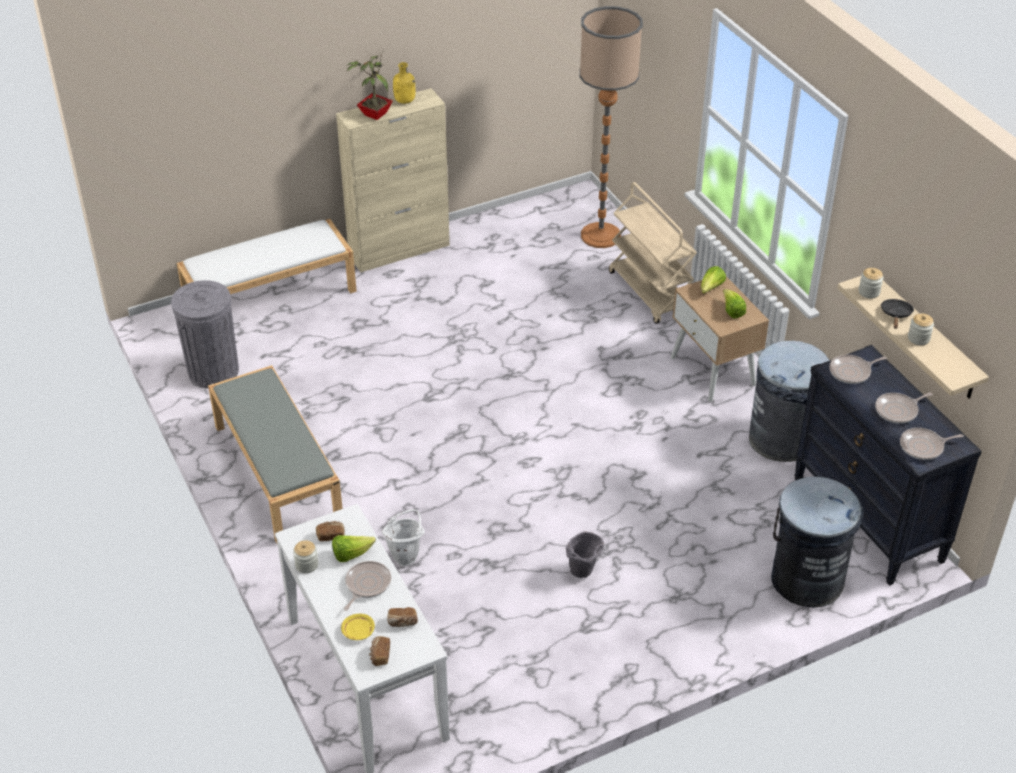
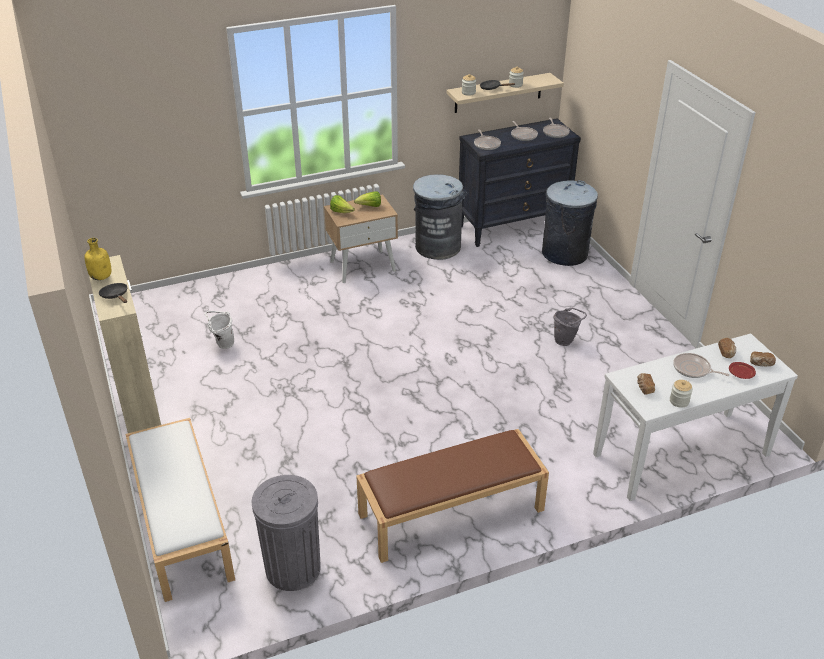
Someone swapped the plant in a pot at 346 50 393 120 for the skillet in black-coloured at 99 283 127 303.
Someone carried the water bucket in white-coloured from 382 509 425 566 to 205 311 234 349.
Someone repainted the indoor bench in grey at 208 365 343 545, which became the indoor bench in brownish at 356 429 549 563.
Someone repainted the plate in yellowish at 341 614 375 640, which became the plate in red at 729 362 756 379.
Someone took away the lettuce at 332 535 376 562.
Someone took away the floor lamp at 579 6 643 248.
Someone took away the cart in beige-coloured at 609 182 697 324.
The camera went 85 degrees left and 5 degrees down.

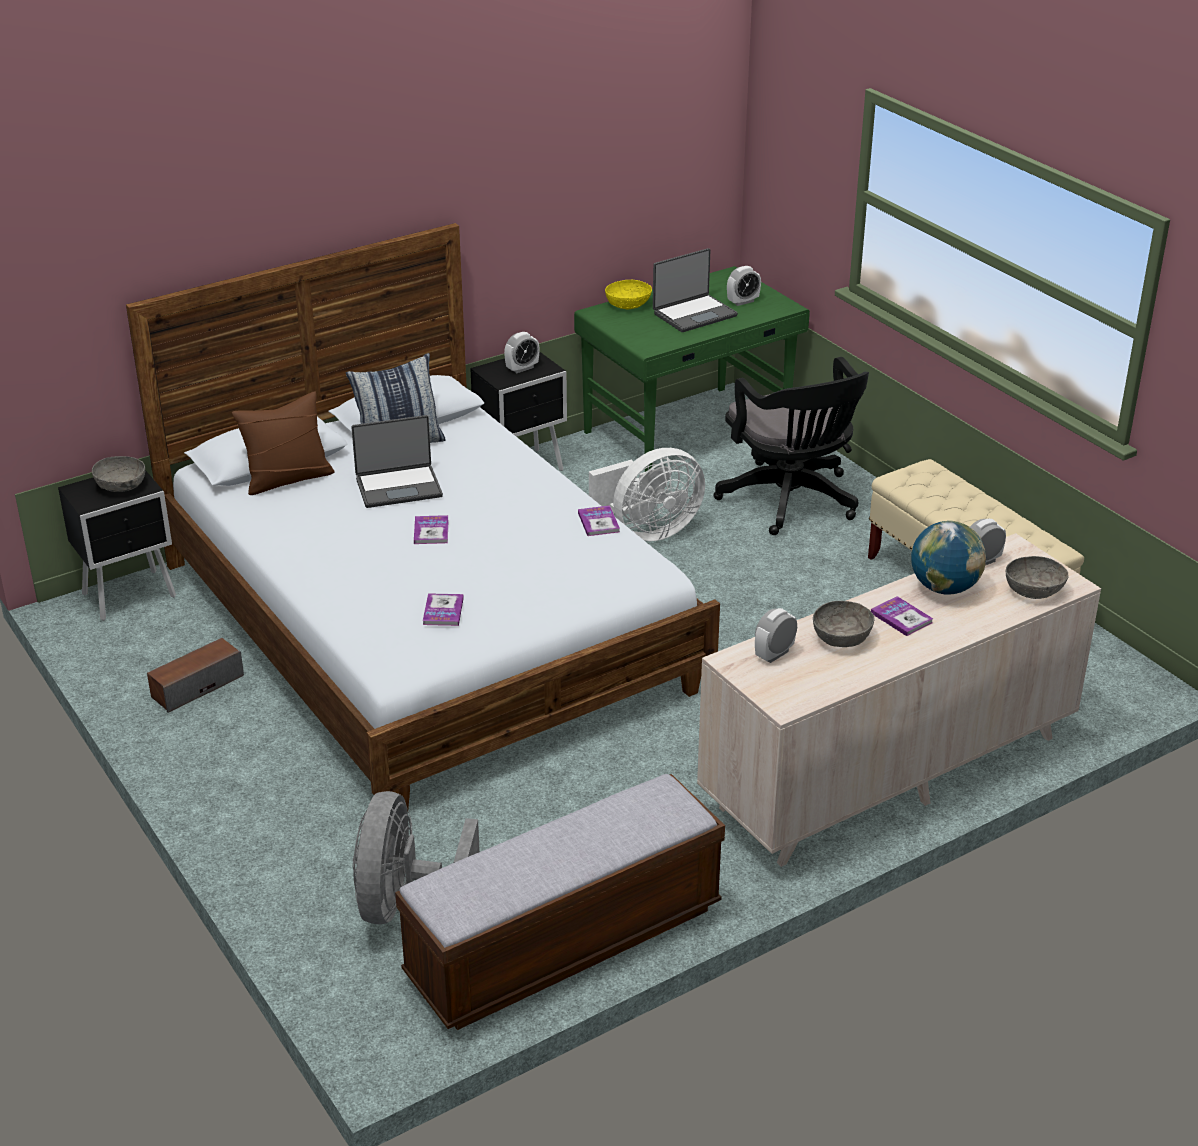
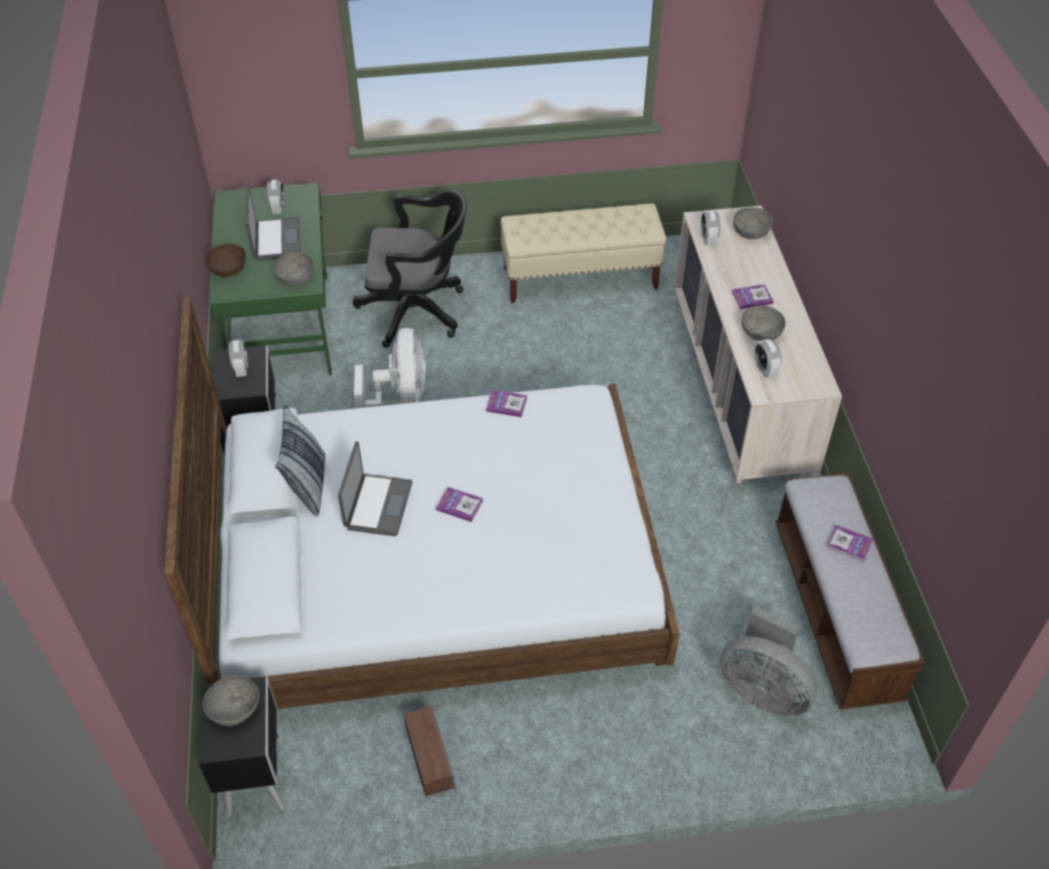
Someone repainted the serving bowl in yellowish at 605 280 652 309, which became the serving bowl in brownish at 205 244 246 277.
Someone put down the serving bowl in grey at 273 252 314 286.
Someone carried the bound book from 423 593 464 626 to 826 525 873 562.
Someone took away the pillow in brownish at 232 391 334 495.
Someone took away the desk globe at 911 521 986 595.
The camera went 65 degrees left and 15 degrees up.

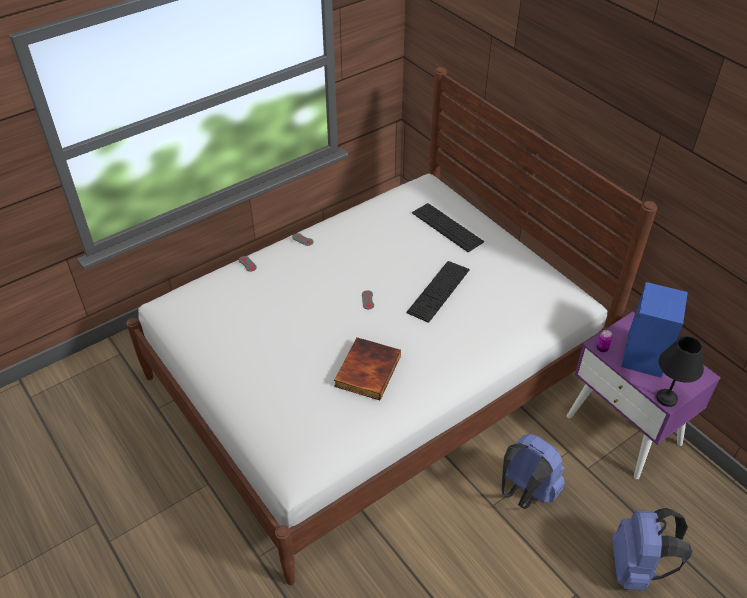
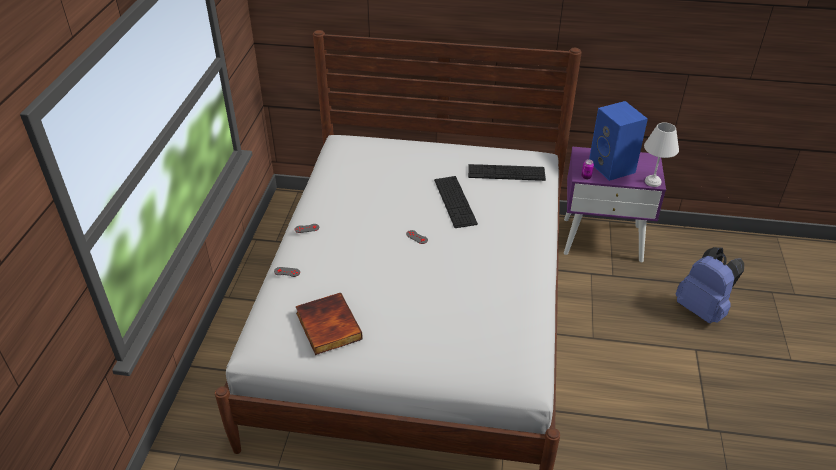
Someone carried the bound book from 334 337 401 400 to 296 292 363 355.
Someone carried the keyboard from 412 203 484 252 to 468 164 546 181.
Someone repainted the table lamp in black-coloured at 656 336 704 407, which became the table lamp in white-coloured at 644 122 679 187.
Someone took away the knapsack in blue-coloured at 502 434 565 509.
The camera went 45 degrees left and 5 degrees down.

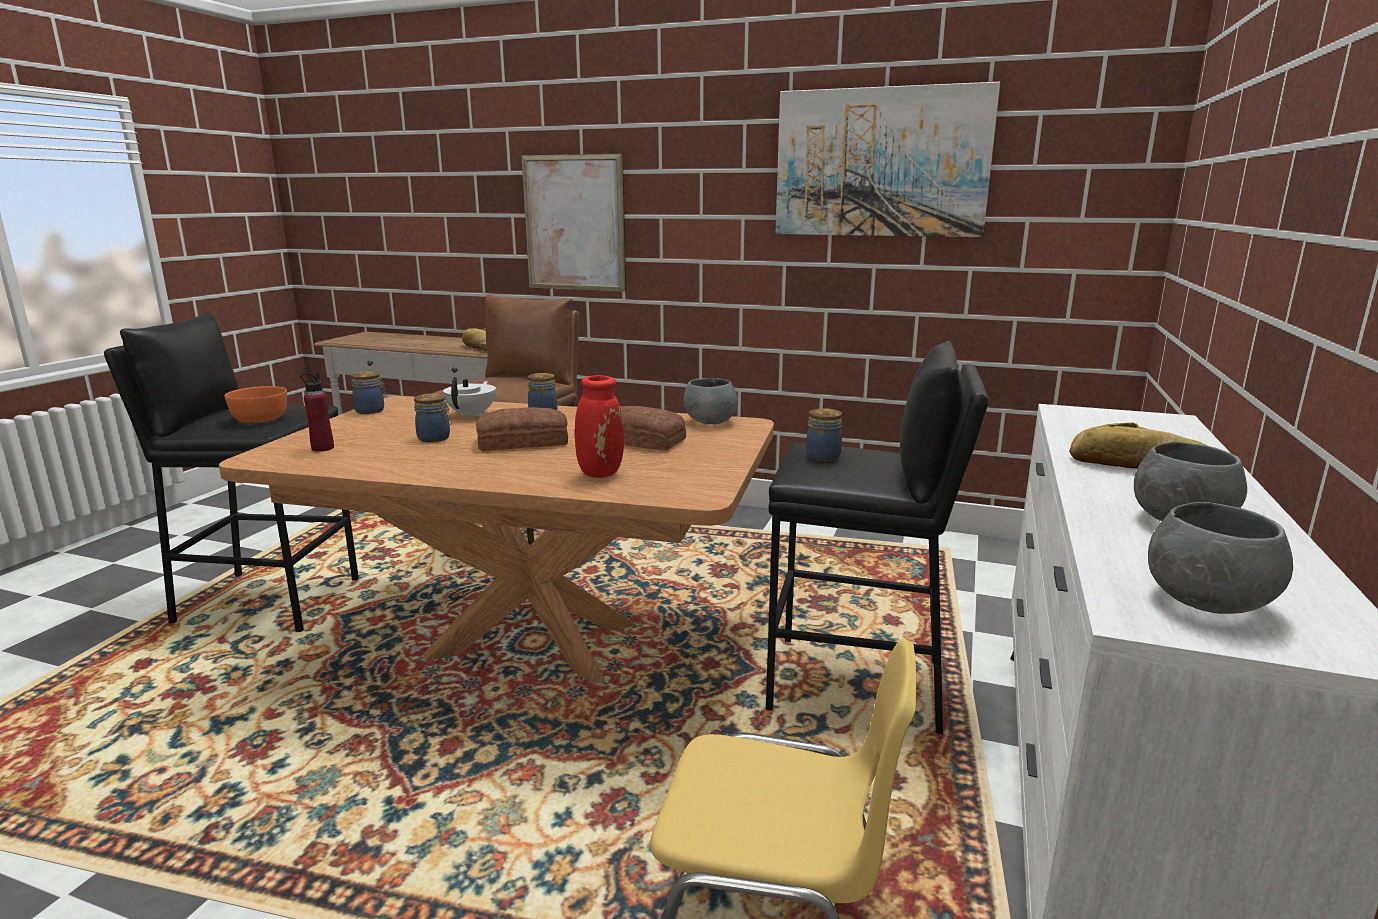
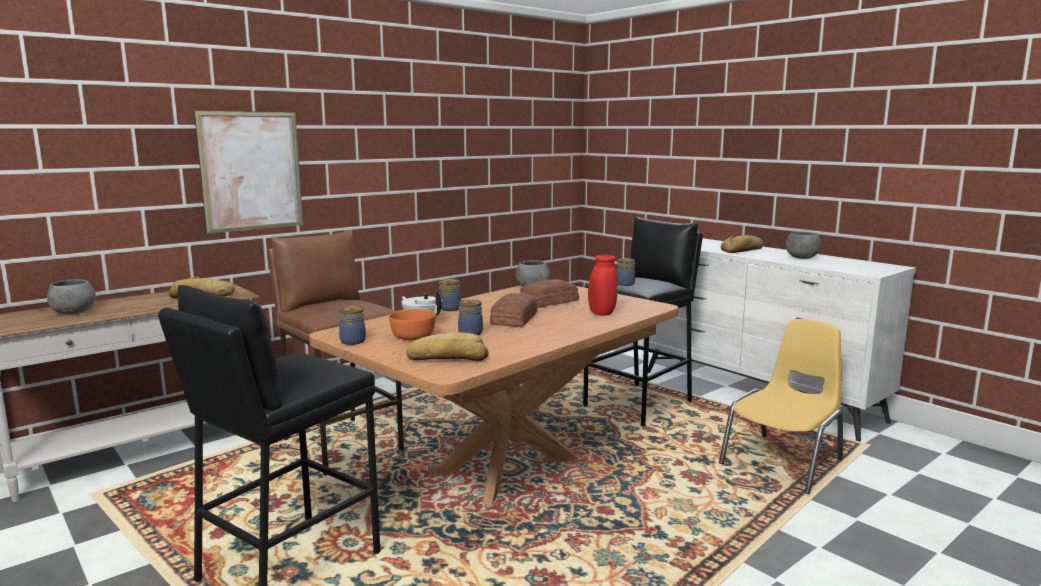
Someone carried the serving bowl in grey from 1148 502 1293 614 to 47 279 96 314.
Someone carried the serving bowl in orangey from 224 386 287 423 to 389 309 436 340.
Someone swapped the drink bottle in red at 300 372 334 452 for the baked bread at 406 332 489 361.
Someone took away the wall art at 776 82 1000 237.
The camera went 60 degrees left and 5 degrees down.

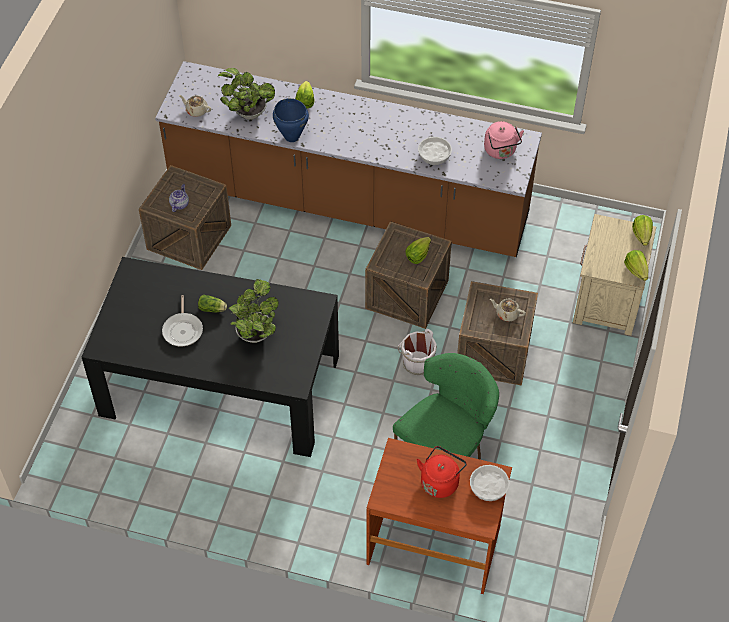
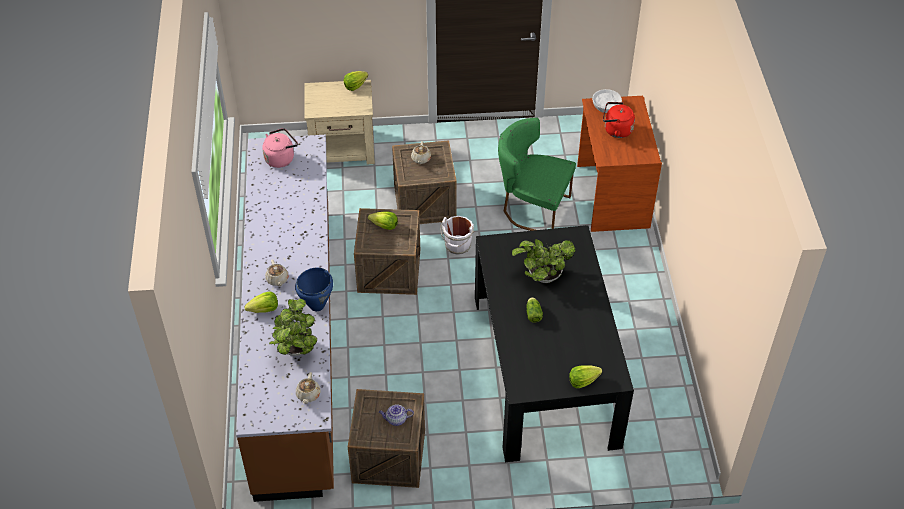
Someone put down the pot for tea in beige-coloured at 265 260 289 286.
Someone carried the lettuce from 632 215 653 246 to 569 365 602 388.
Someone took away the skillet at 162 295 203 346.
Someone took away the serving bowl in white-coloured at 418 137 452 165.
The camera went 110 degrees left and 5 degrees down.

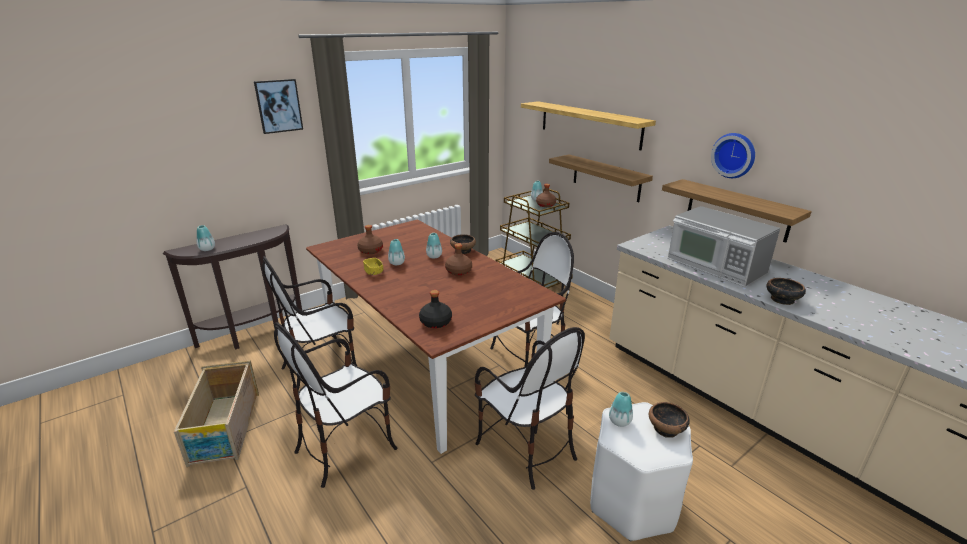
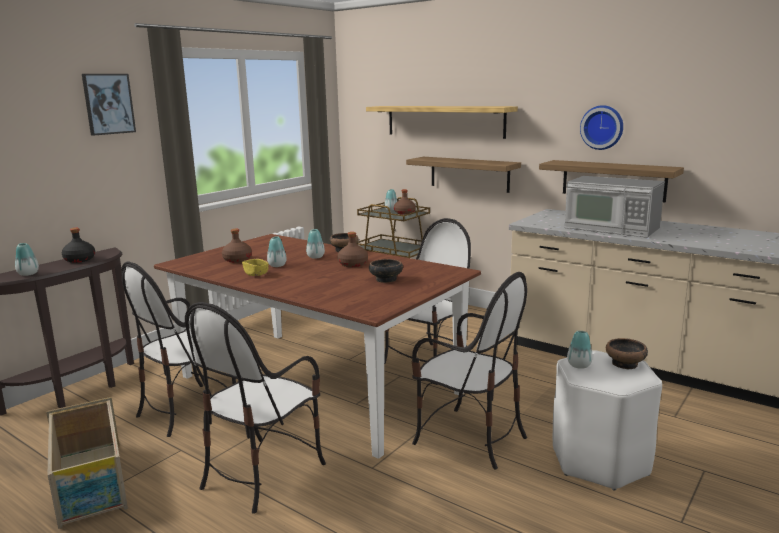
Someone carried the drink bottle in black-coloured from 419 290 452 328 to 62 228 95 263.
Someone carried the serving bowl from 767 278 806 305 to 369 259 403 283.
The camera went 15 degrees left and 10 degrees down.

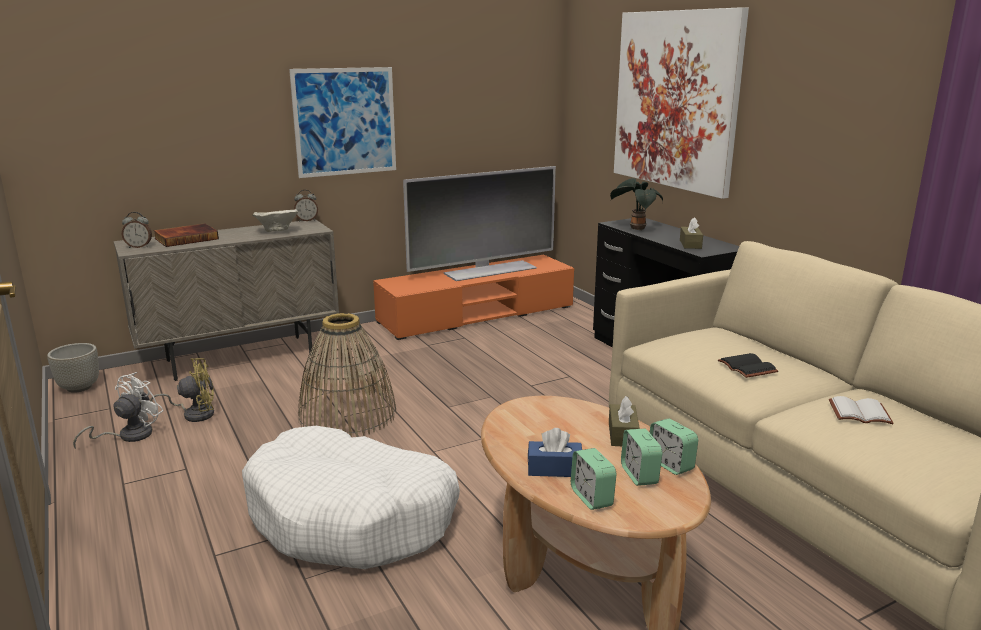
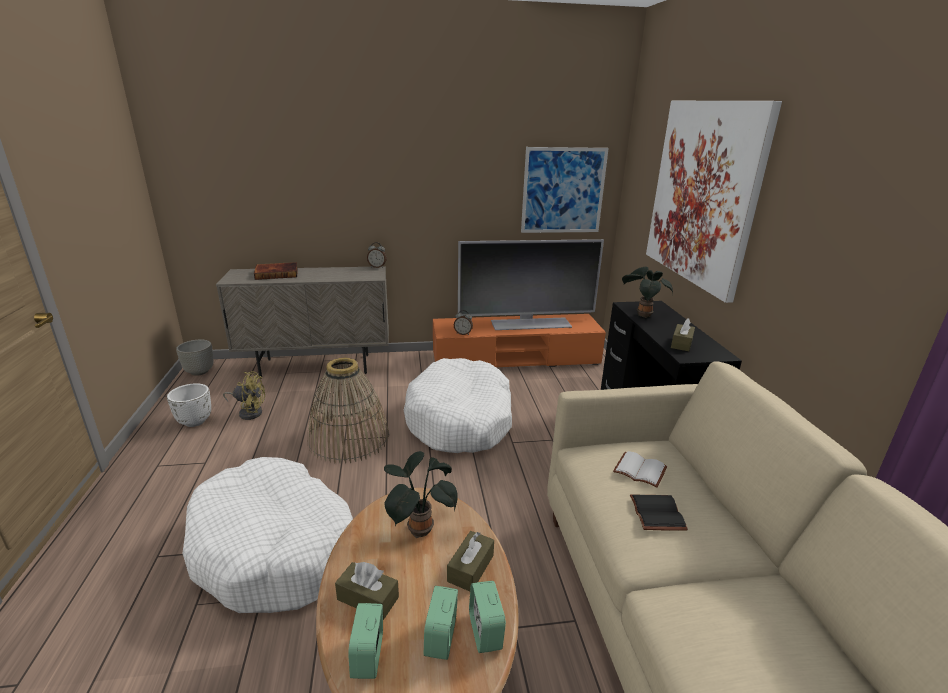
Someone swapped the fan in white-coloured at 73 372 164 449 for the plant pot in white-coloured at 167 383 211 427.
Someone repainted the tissue holder in blue-coloured at 528 428 582 477, which became the tissue holder in brownish at 335 562 399 620.
Someone put down the plant in a pot at 384 451 458 538.
Someone put down the dog bed in white-coloured at 404 358 512 453.
Someone carried the alarm clock from 122 212 152 248 to 454 310 473 335.
Someone carried the wall art from 289 67 396 178 to 521 147 609 233.
Someone carried the bound book in white-coloured from 829 396 894 424 to 613 451 667 488.
Someone took away the serving bowl in beige-coloured at 252 209 298 232.
The camera went 20 degrees right and 5 degrees up.

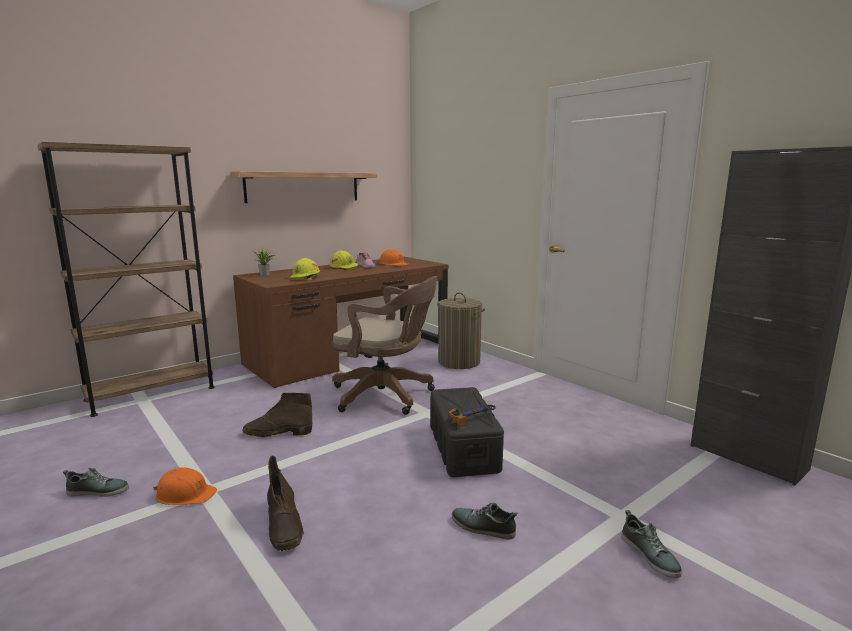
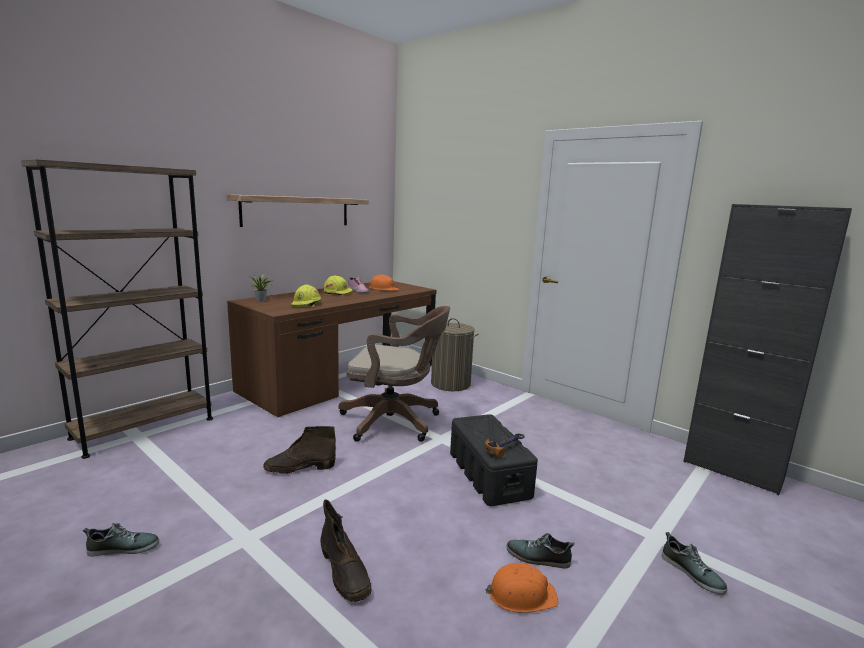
Someone carried the work helmet in orangey from 153 467 217 505 to 486 563 559 613.
The camera went 10 degrees left and 0 degrees up.

